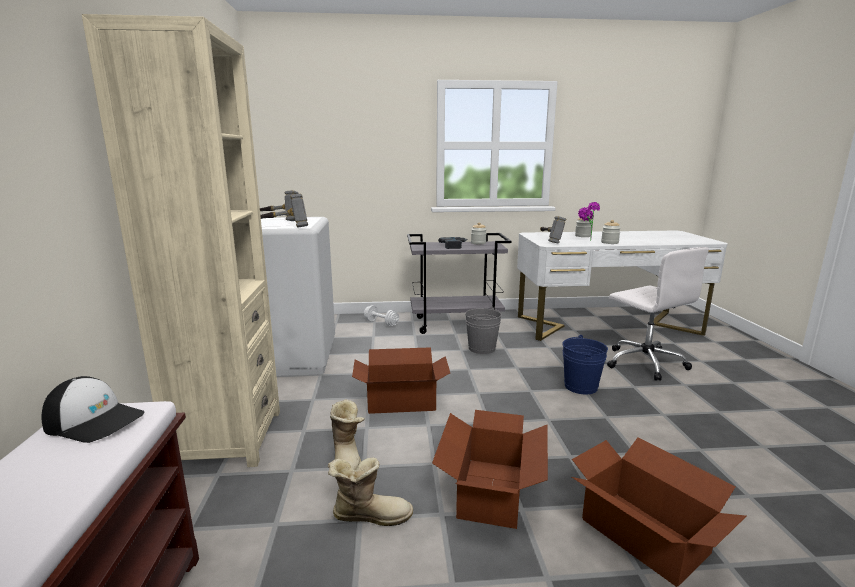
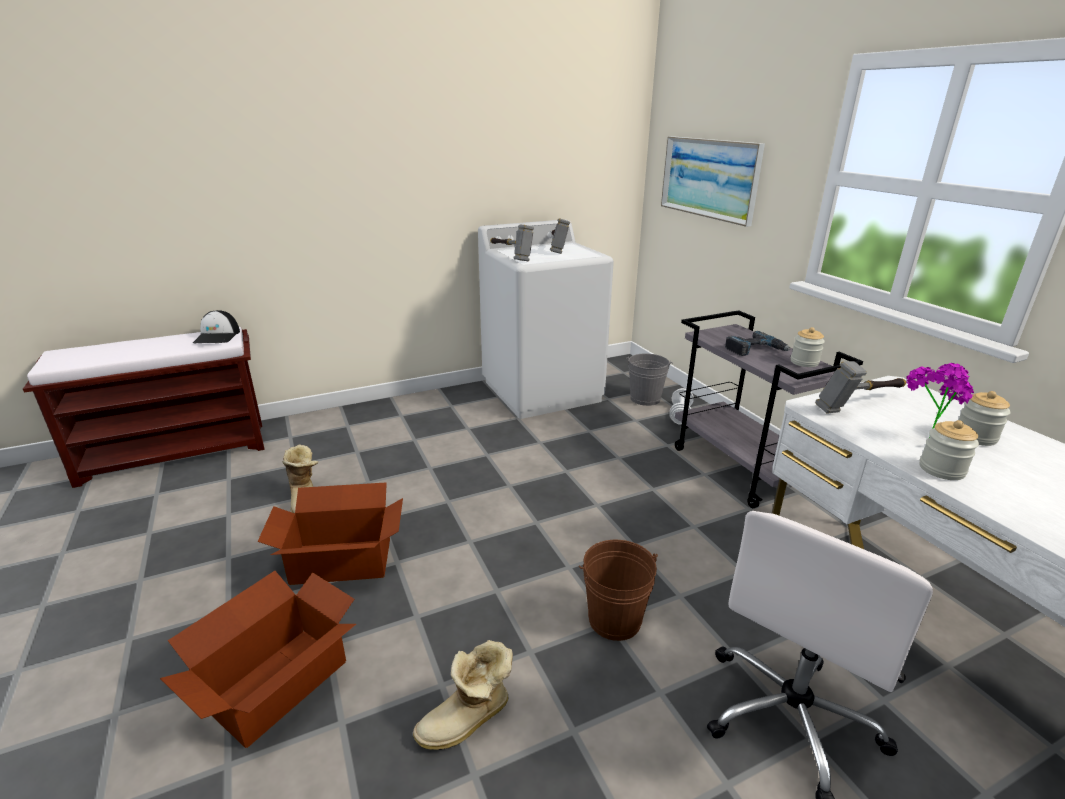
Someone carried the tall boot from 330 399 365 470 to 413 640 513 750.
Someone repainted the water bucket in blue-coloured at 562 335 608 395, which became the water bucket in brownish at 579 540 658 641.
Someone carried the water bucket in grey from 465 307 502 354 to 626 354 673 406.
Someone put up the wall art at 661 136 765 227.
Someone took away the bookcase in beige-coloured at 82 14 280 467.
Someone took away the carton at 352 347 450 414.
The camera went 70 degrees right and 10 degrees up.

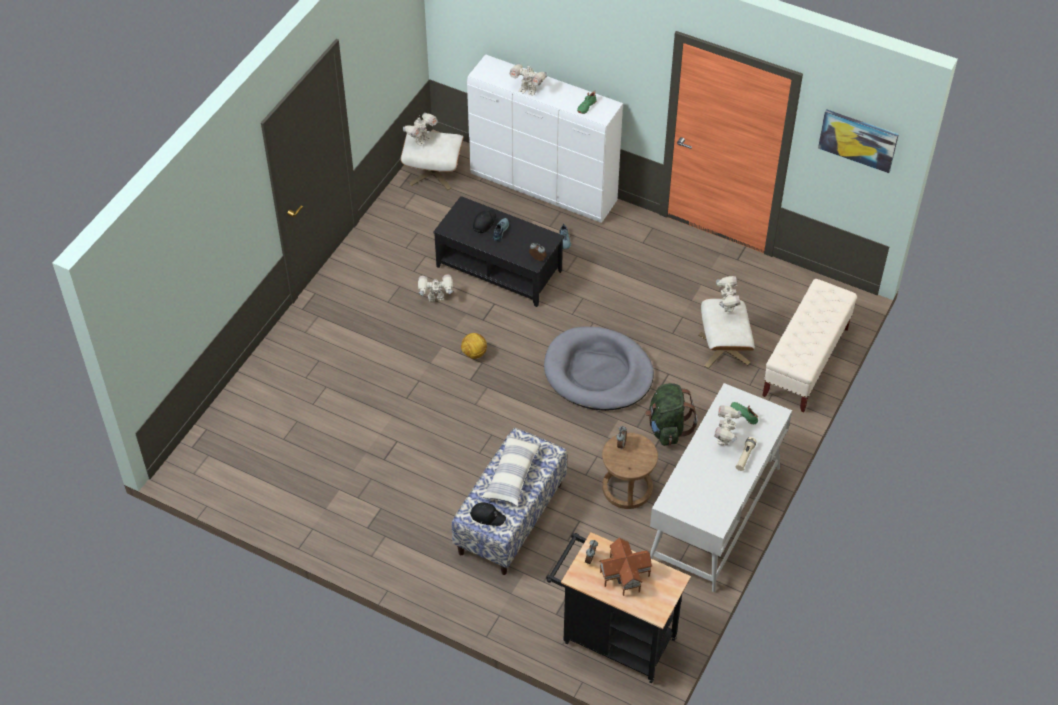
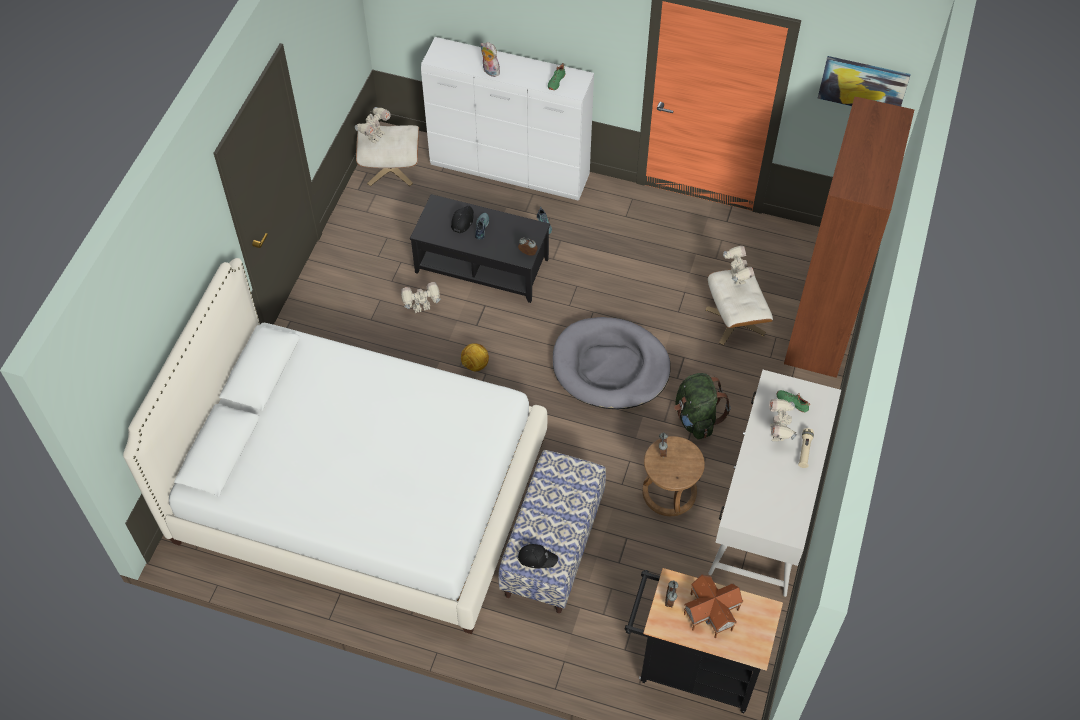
Someone put down the bed in white-coloured at 123 258 547 634.
Someone swapped the toy robot at 510 63 547 96 for the plush toy at 481 42 500 77.
Someone swapped the indoor bench in beige-coloured at 762 279 857 412 for the bookcase in brownish at 784 97 914 378.
Someone took away the pillow at 482 435 541 506.
The camera went 10 degrees left and 5 degrees up.

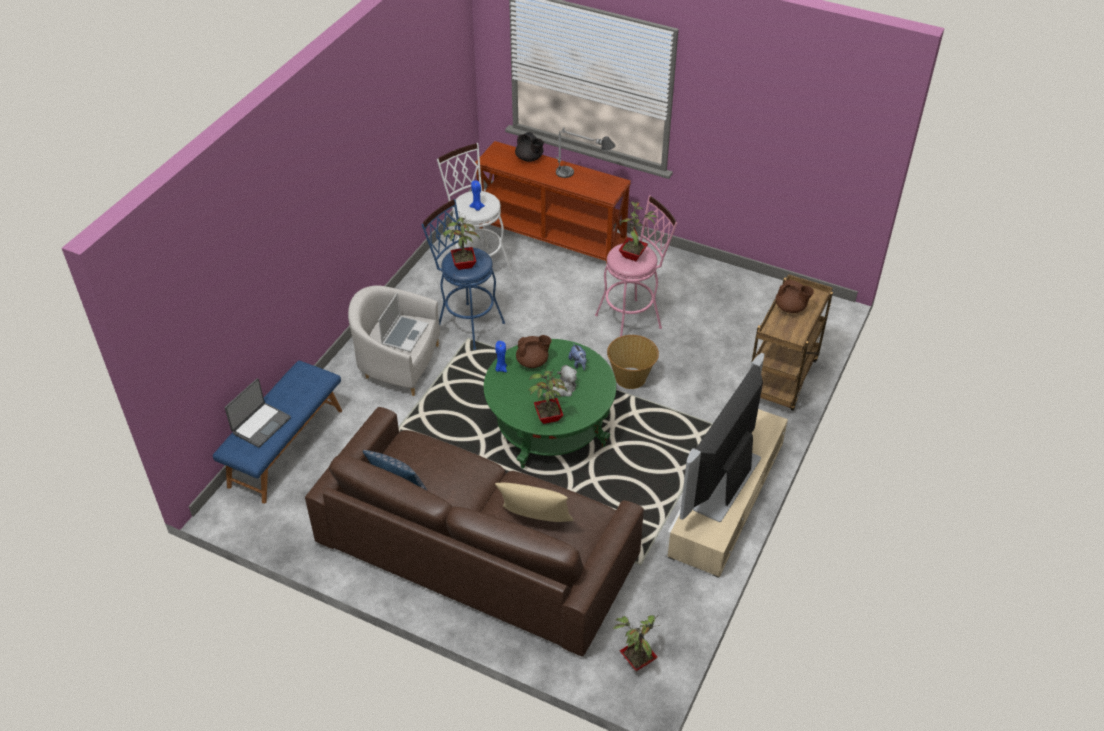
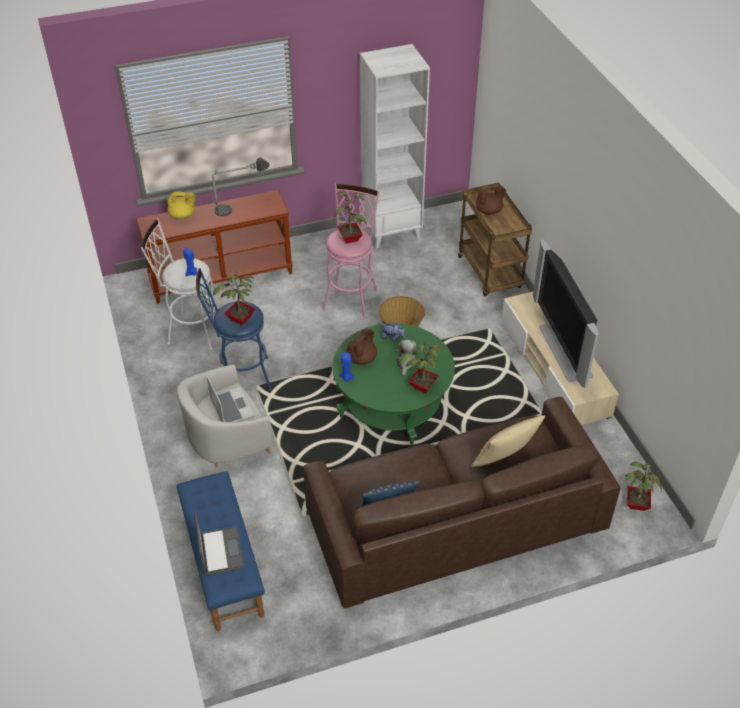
Someone repainted the pot for tea in black-coloured at 515 132 544 162, which became the pot for tea in yellowish at 167 191 196 219.
Someone put down the bookcase in white-coloured at 360 44 430 248.
The camera went 45 degrees left and 0 degrees up.

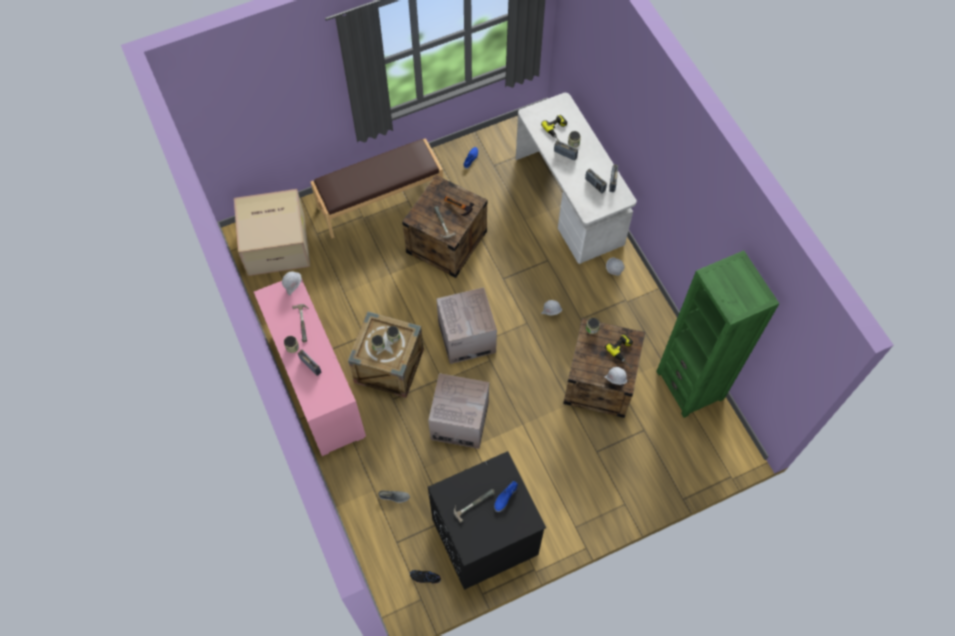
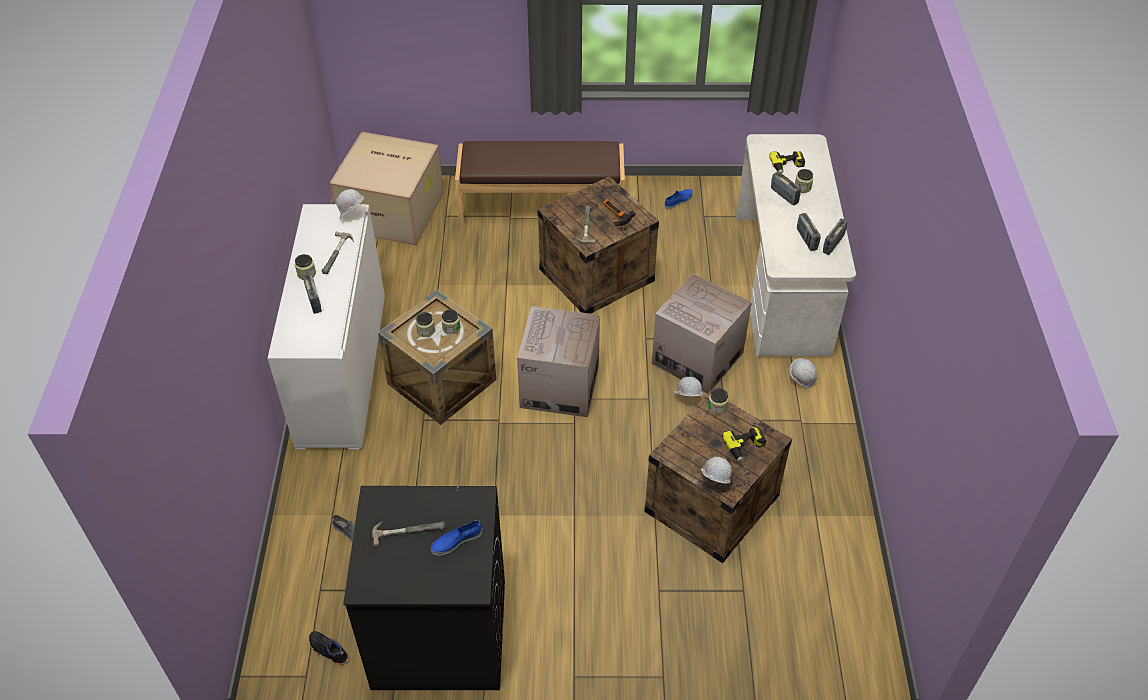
Someone repainted the cabinet in pink-coloured at 254 280 366 456, which became the cabinet in white-coloured at 268 204 385 450.
Someone carried the carton from 428 373 489 449 to 652 274 752 393.
Someone took away the bookcase in green-coloured at 656 250 779 418.
The camera went 25 degrees right and 15 degrees down.

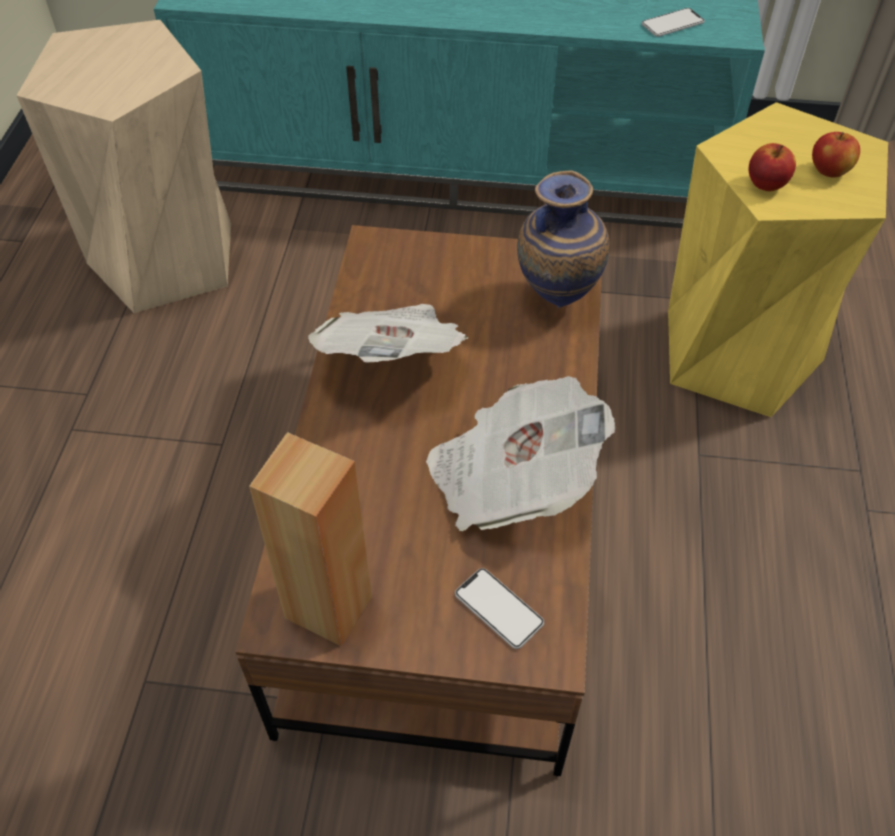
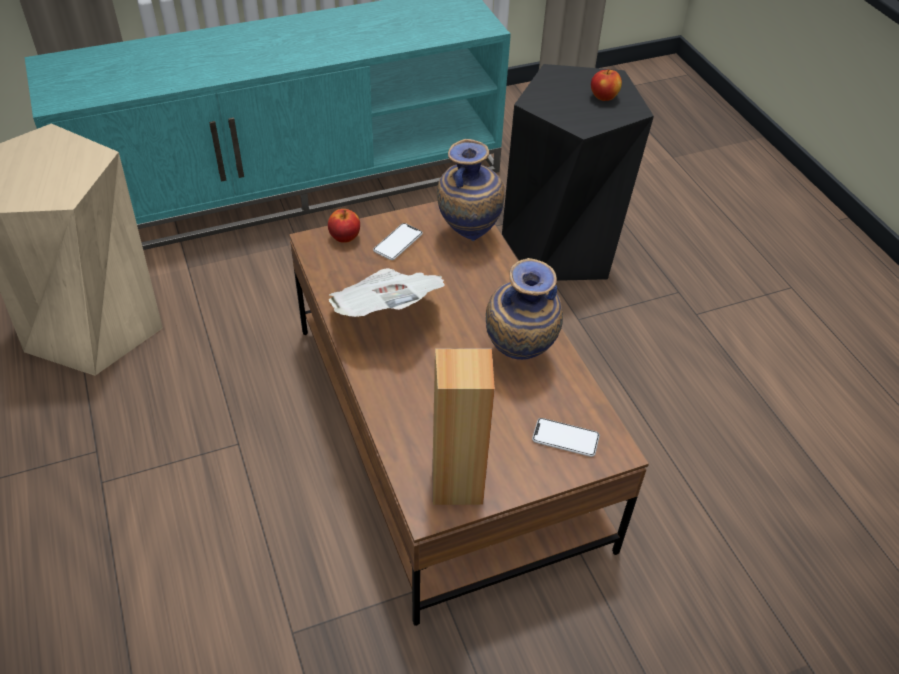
Someone carried the apple from 748 143 796 191 to 328 209 360 243.
Someone carried the handset from 641 8 705 37 to 373 223 423 260.
Someone swapped the newspaper at 426 376 615 531 for the flower vase at 486 258 563 360.
Someone repainted the stool in yellowish at 668 102 888 417, which became the stool in black-coloured at 502 64 654 281.
The camera went 30 degrees left and 5 degrees down.

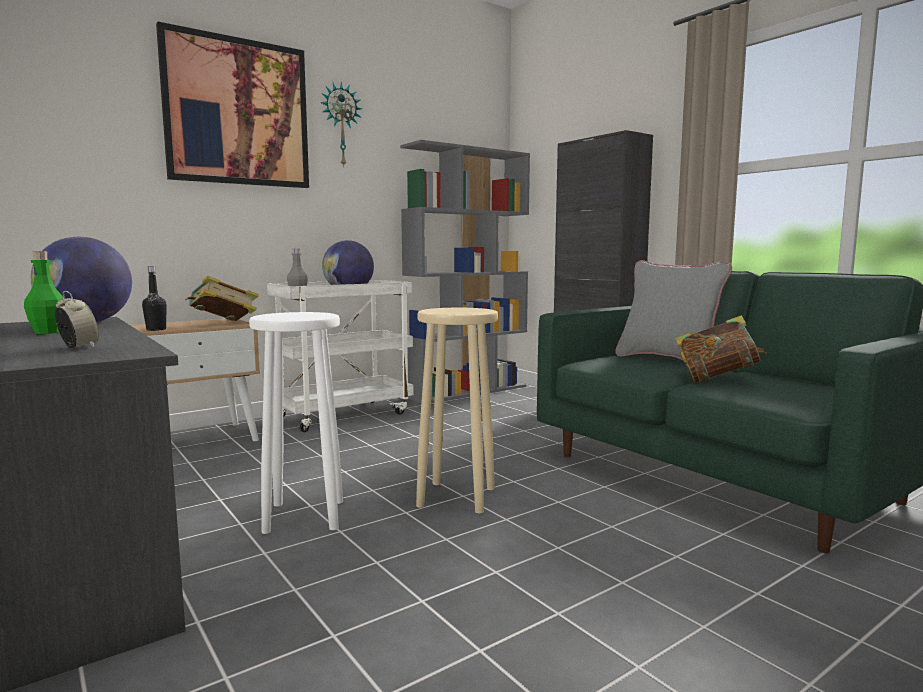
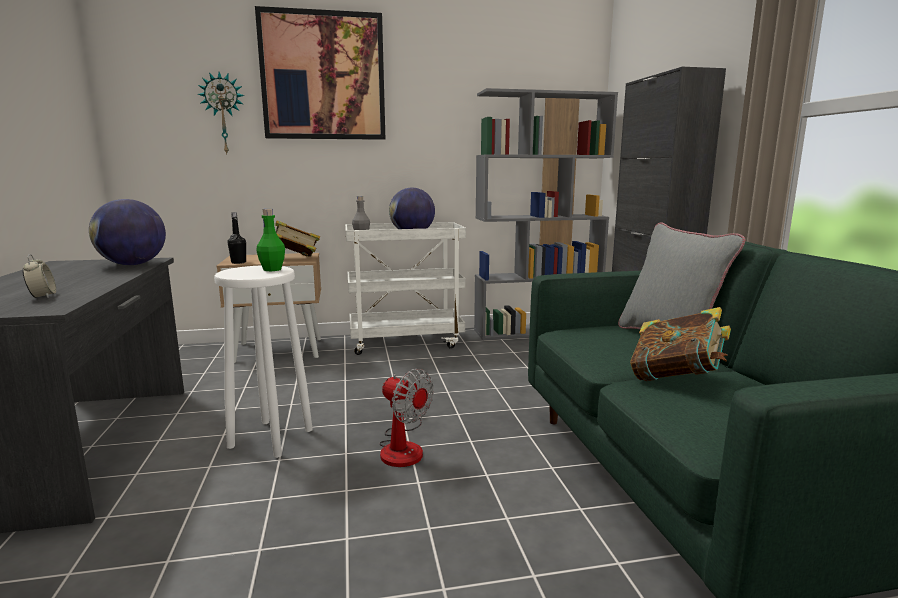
Someone carried the wall clock from 320 81 362 168 to 197 72 245 154.
Someone carried the drink bottle in green-coloured from 24 251 63 334 to 256 209 285 271.
Someone swapped the stool in beige-coloured at 416 308 498 513 for the fan at 379 369 434 467.
The camera went 25 degrees right and 5 degrees up.

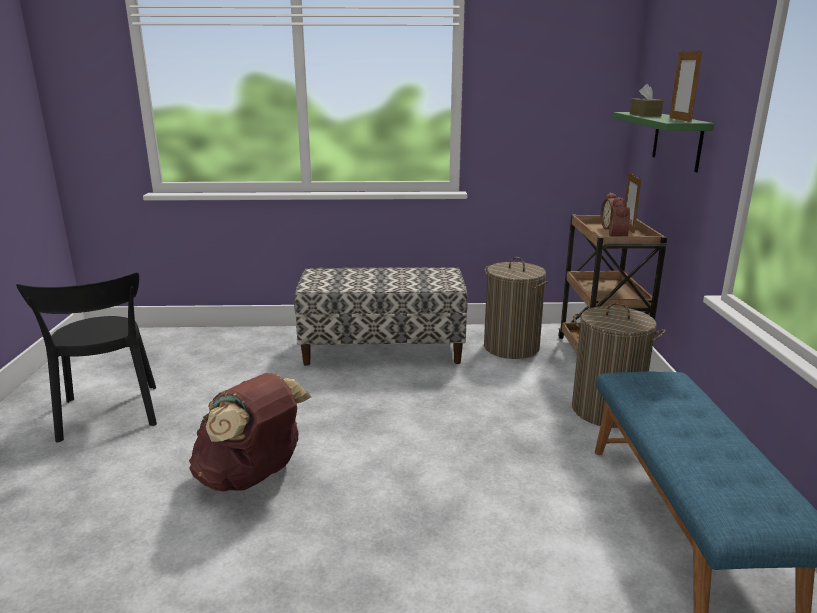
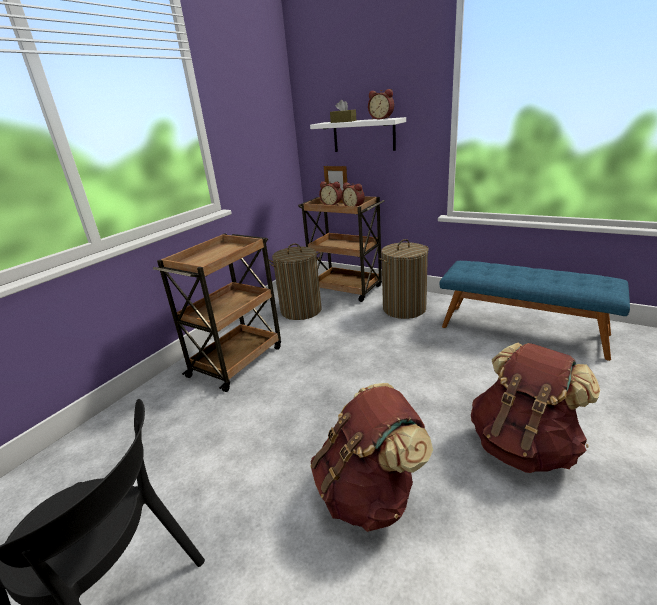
Someone swapped the indoor bench at 294 267 468 366 for the cart in brownish at 153 233 281 392.
Someone repainted the shelf in green-coloured at 613 112 714 172, which became the shelf in white-coloured at 310 117 406 152.
Someone swapped the standing frame at 670 49 702 122 for the alarm clock at 368 89 394 120.
Someone put down the knapsack in brownish at 471 343 600 473.
The camera went 55 degrees left and 5 degrees up.

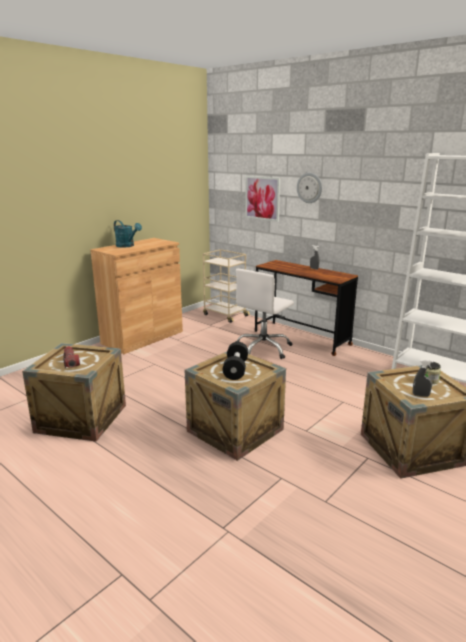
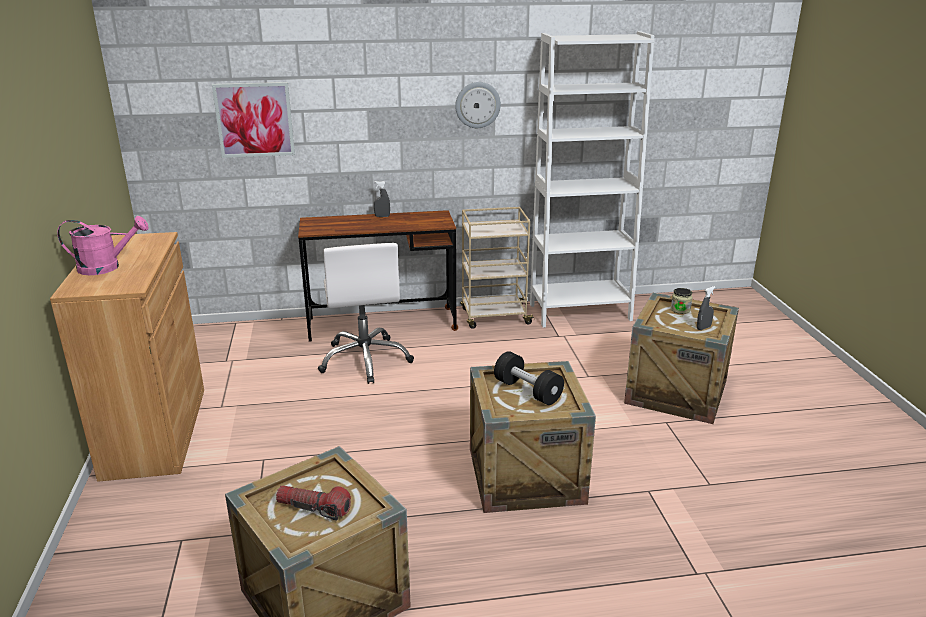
Someone repainted the sprinkling can in turquoise at 114 220 142 247, which became the sprinkling can in pink-coloured at 57 216 149 275.
Someone carried the wall clock from 297 172 322 203 to 455 82 501 128.
Someone carried the cart in beige-coloured from 203 249 250 323 to 460 207 534 329.
The camera went 50 degrees left and 5 degrees up.

